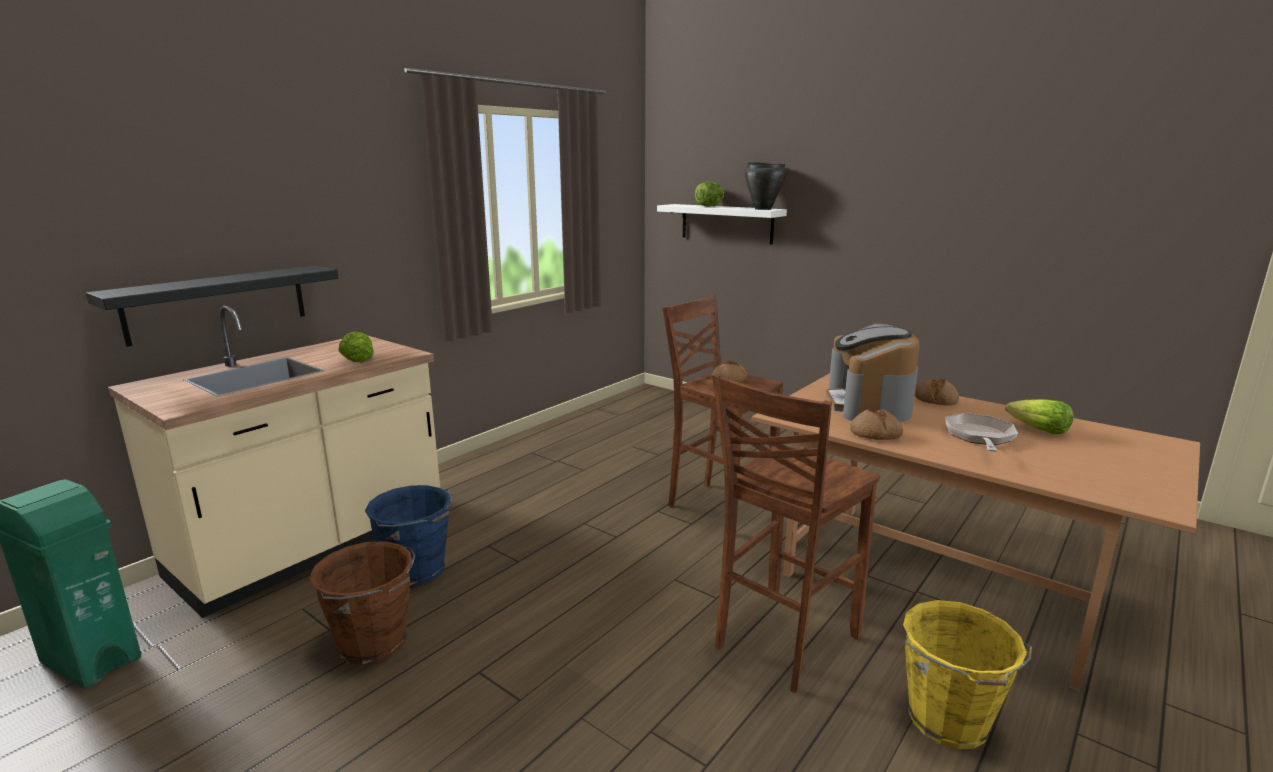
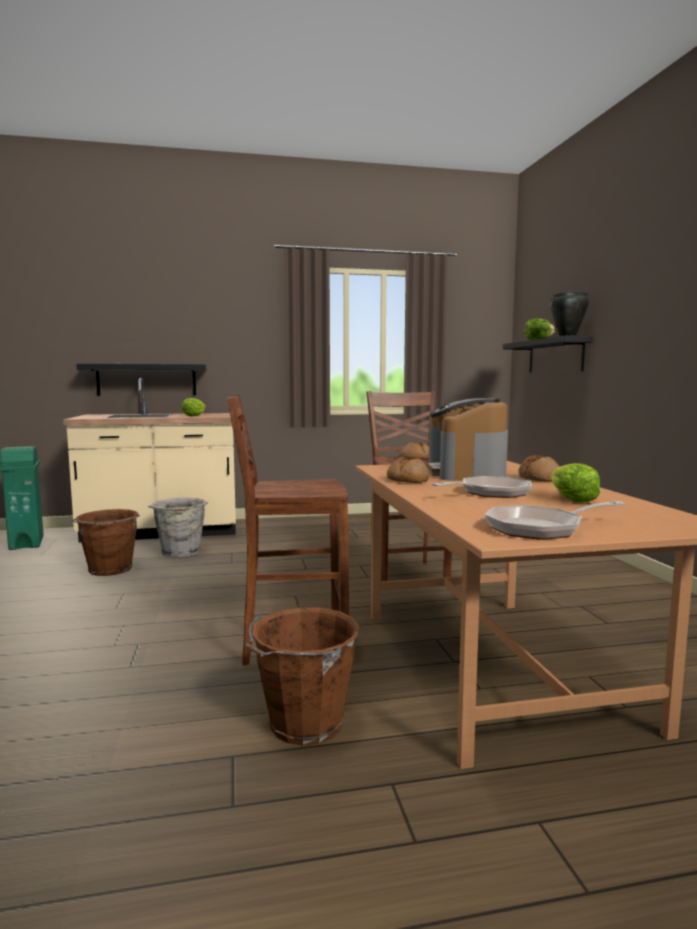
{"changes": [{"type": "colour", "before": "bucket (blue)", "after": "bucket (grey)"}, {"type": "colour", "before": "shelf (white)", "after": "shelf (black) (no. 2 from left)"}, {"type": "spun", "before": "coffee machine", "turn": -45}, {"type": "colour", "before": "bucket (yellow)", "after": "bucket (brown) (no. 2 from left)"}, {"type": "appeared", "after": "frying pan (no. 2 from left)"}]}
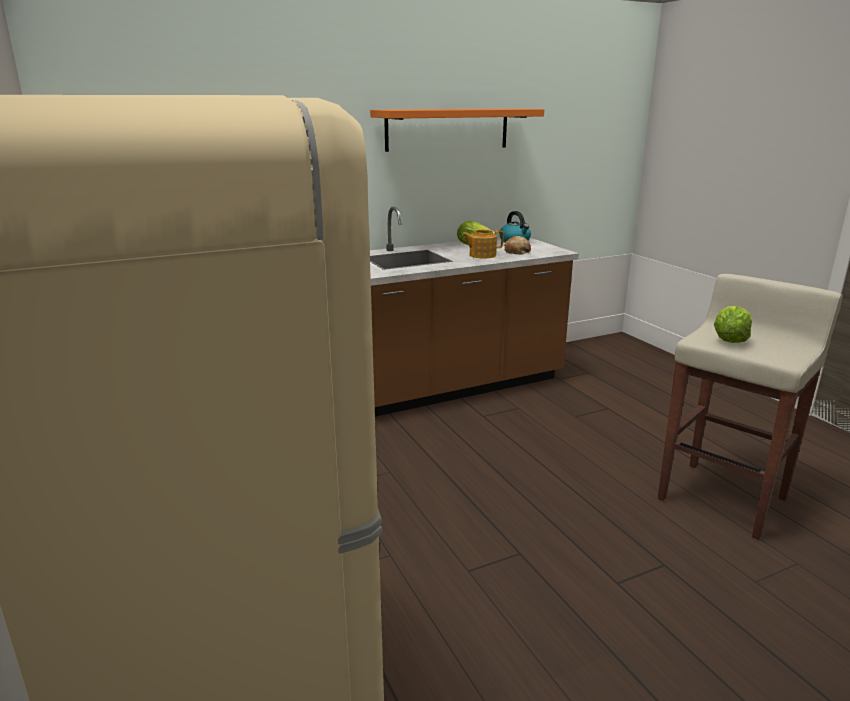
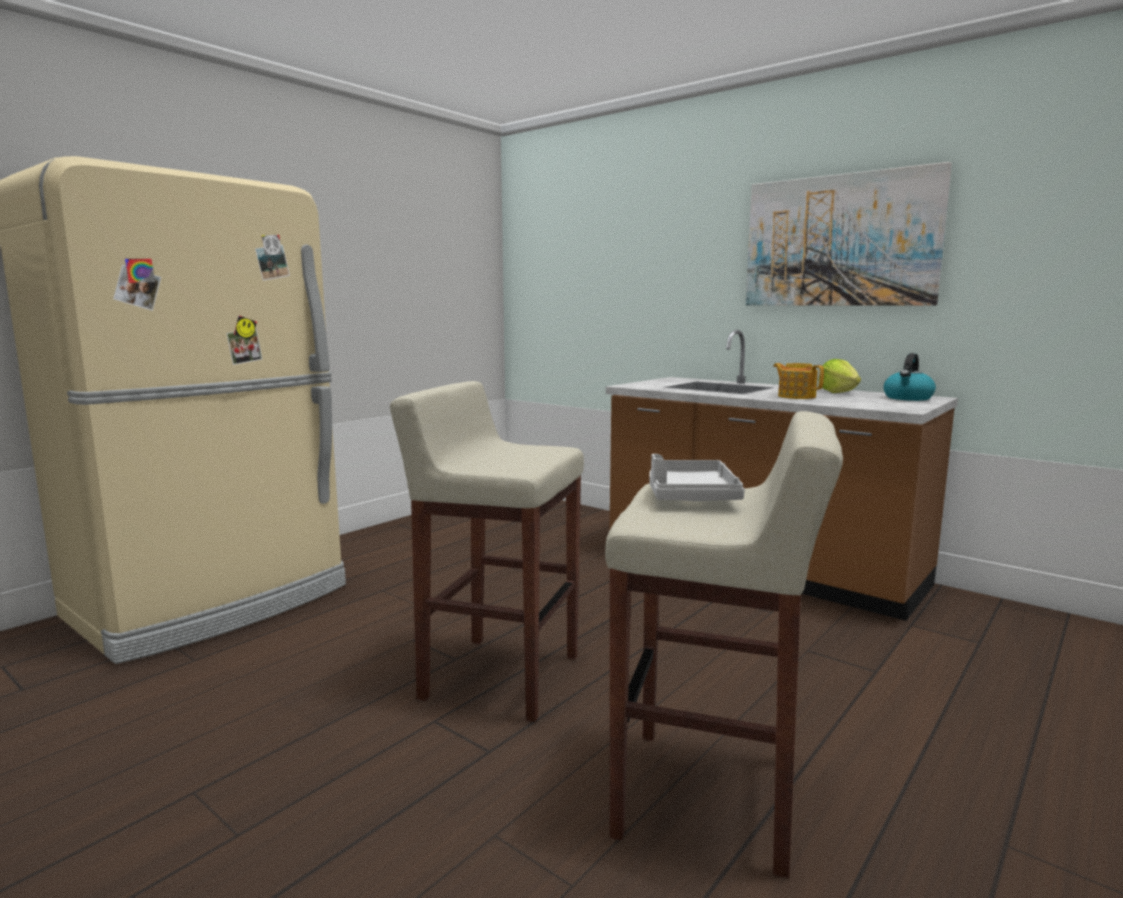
{"changes": [{"type": "exchanged", "before": "shelf (orange)", "after": "picture"}, {"type": "missing", "before": "bread"}, {"type": "exchanged", "before": "lettuce (no. 2 from left)", "after": "tray (grey)"}, {"type": "appeared", "after": "stool (beige) (no. 1 from left)"}]}
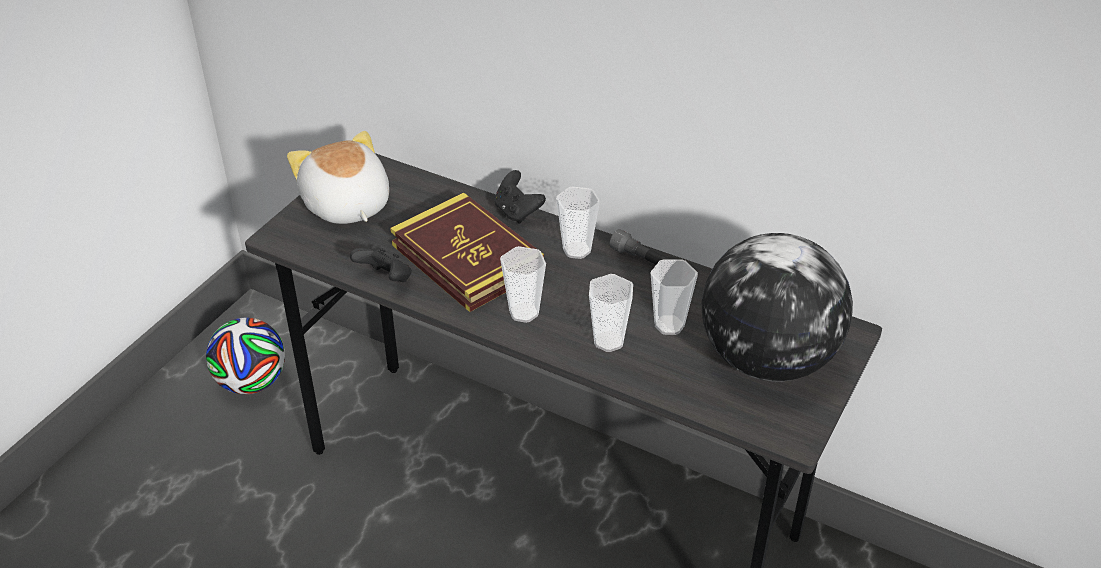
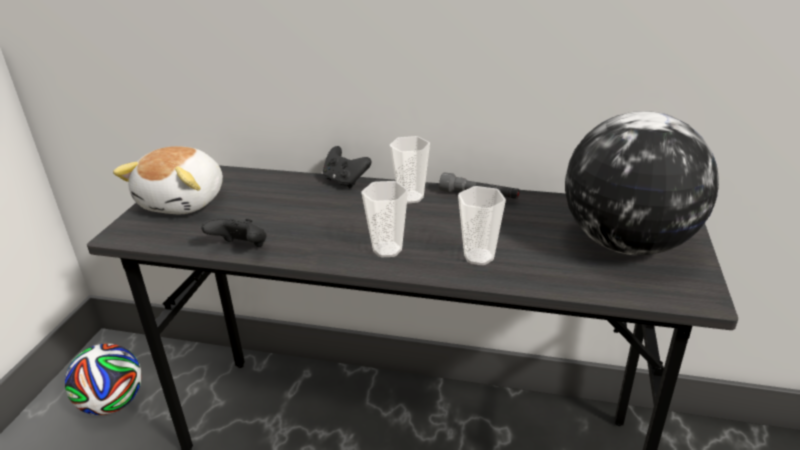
{"changes": [{"type": "spun", "before": "plush toy", "turn": -120}, {"type": "missing", "before": "book"}, {"type": "missing", "before": "cup (no. 4 from left)"}]}
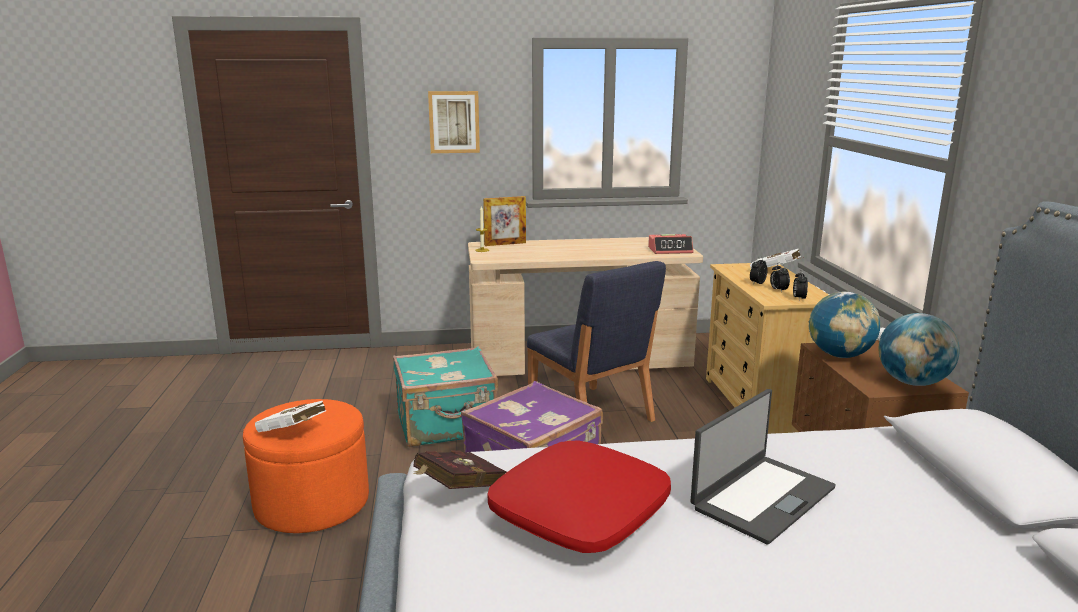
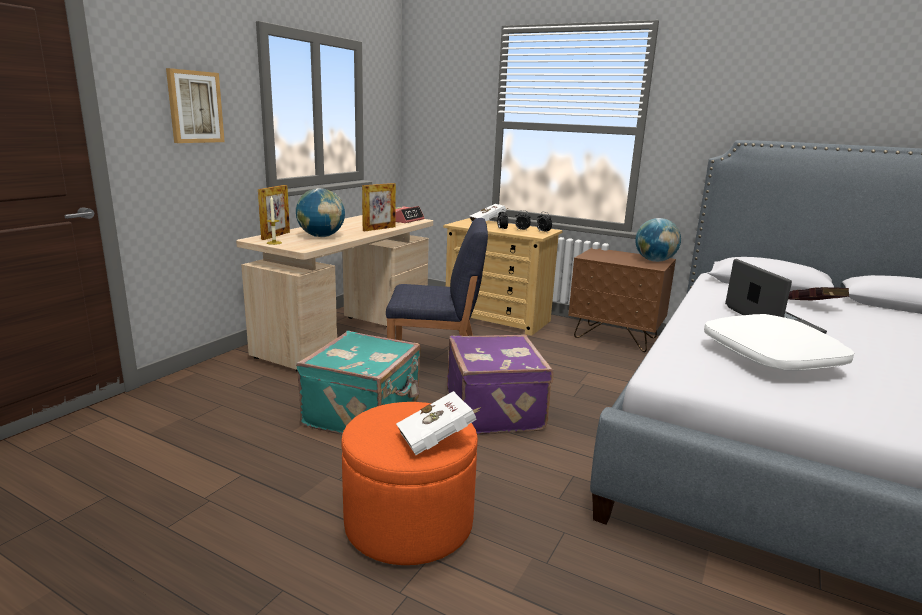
{"changes": [{"type": "relocated", "before": "book (red)"}, {"type": "colour", "before": "pillow (red)", "after": "pillow (white)"}, {"type": "relocated", "before": "globe (no. 1 from left)"}, {"type": "appeared", "after": "picture frame (no. 2 from left)"}]}
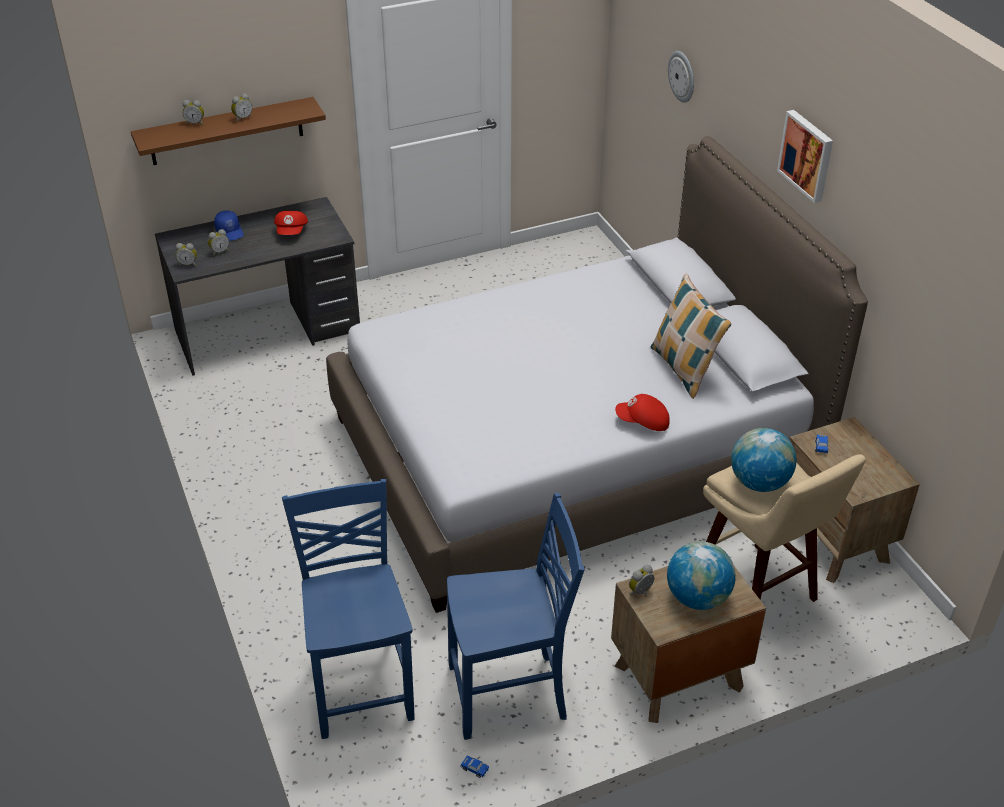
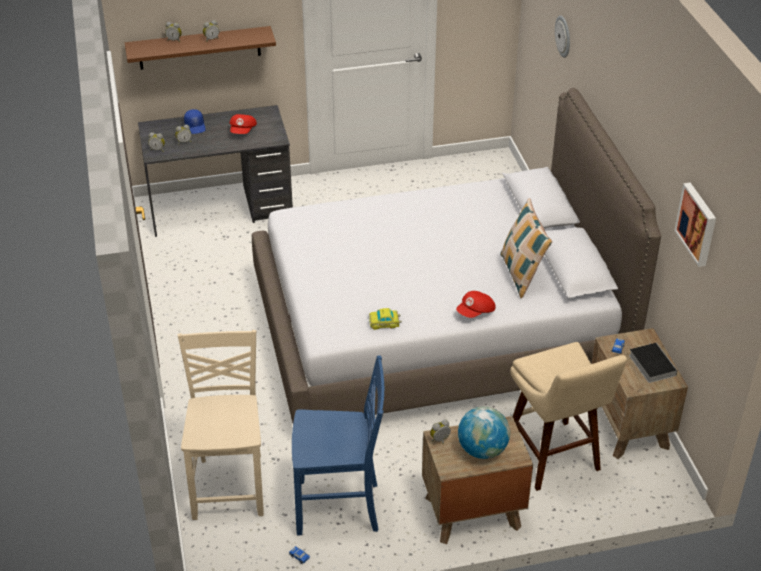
{"changes": [{"type": "colour", "before": "chair (blue) (no. 1 from left)", "after": "chair (beige)"}, {"type": "spun", "before": "cap (red) (no. 2 from left)", "turn": -60}, {"type": "missing", "before": "globe (no. 2 from left)"}, {"type": "relocated", "before": "picture"}, {"type": "appeared", "after": "toy car (no. 2 from left)"}, {"type": "appeared", "after": "book"}]}
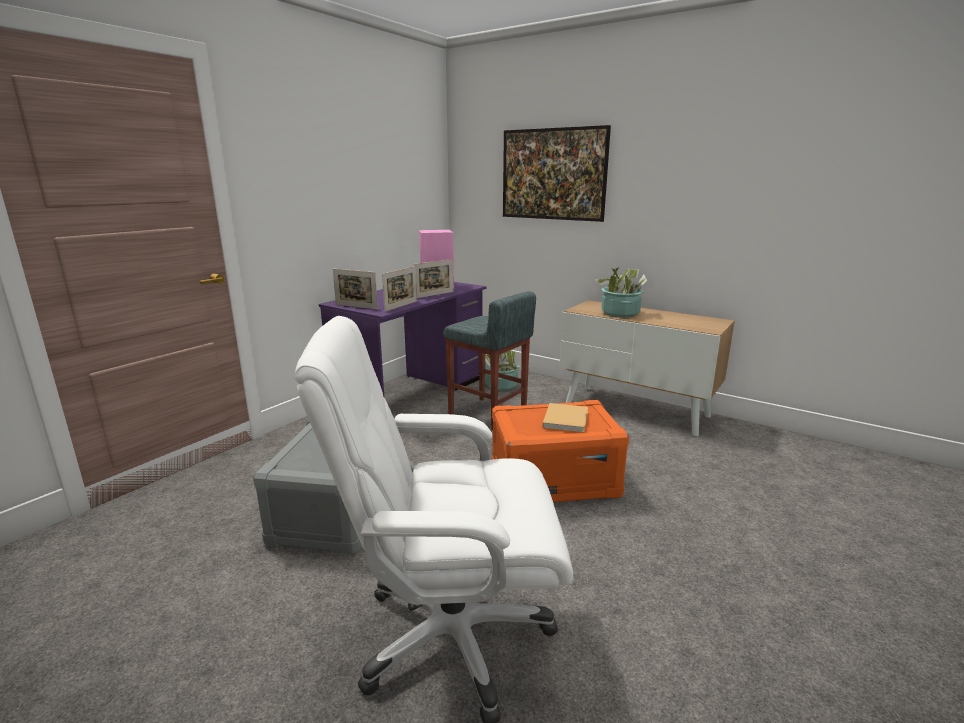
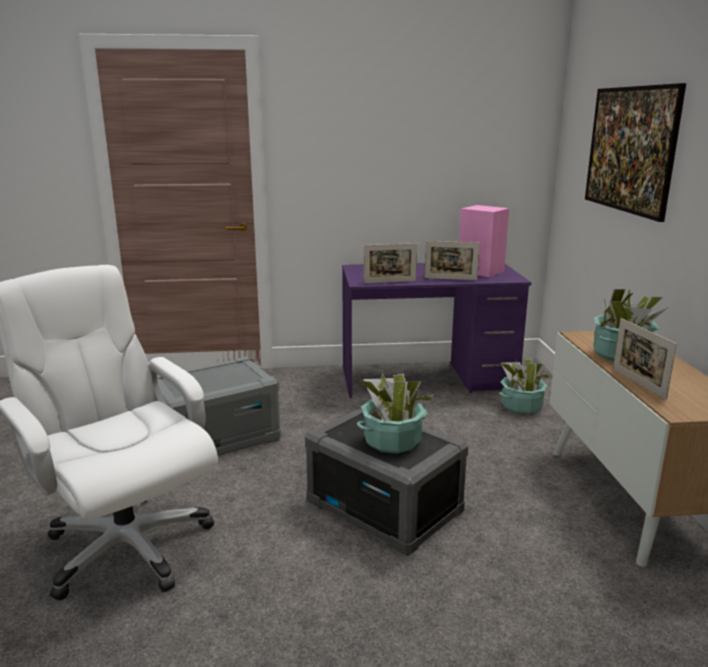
{"changes": [{"type": "relocated", "before": "picture frame (no. 1 from left in the first image)", "after": "picture frame (no. 3 from left)"}, {"type": "missing", "before": "stool (grey)"}, {"type": "colour", "before": "storage box (orange)", "after": "storage box (grey) (no. 2 from left)"}, {"type": "exchanged", "before": "book (beige)", "after": "potted plant (no. 1 from left)"}]}
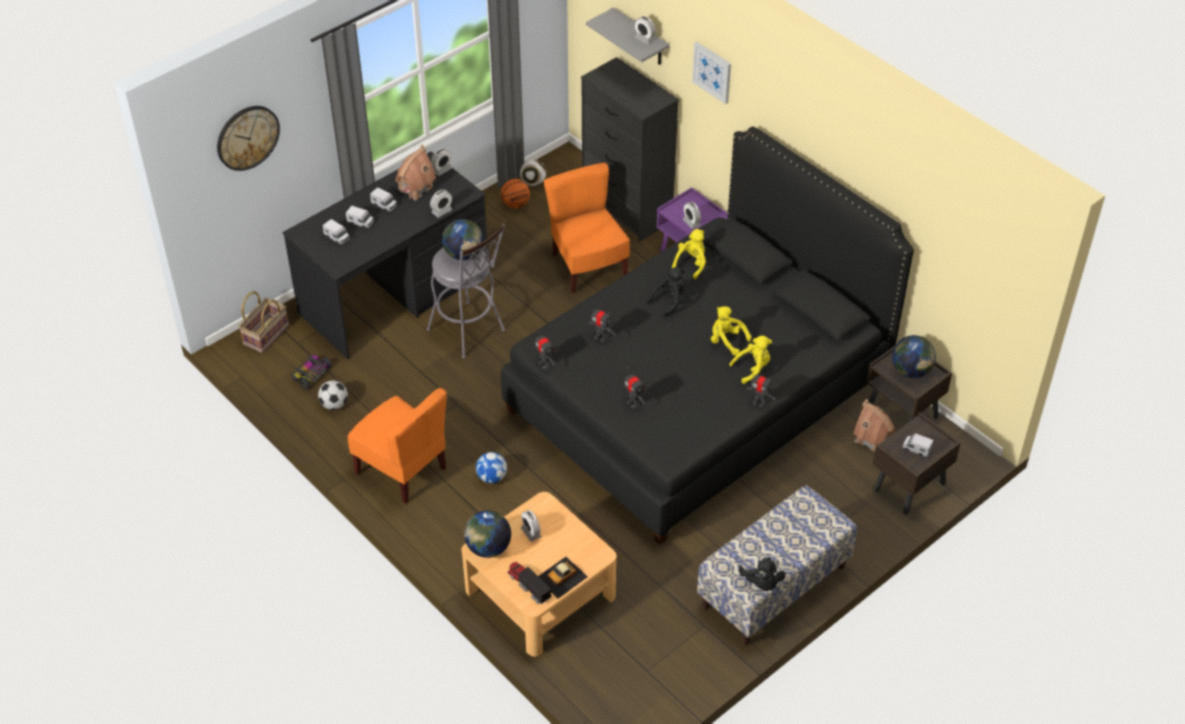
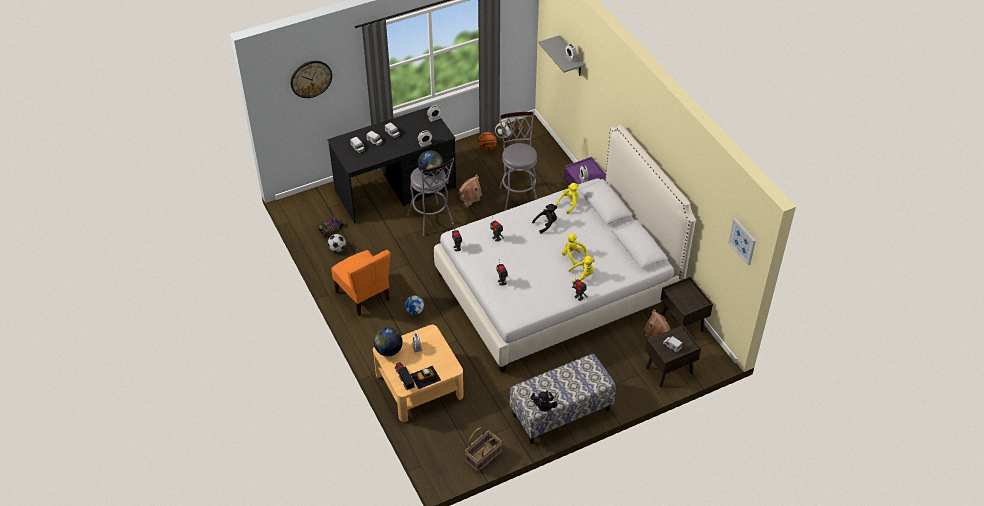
{"changes": [{"type": "relocated", "before": "basket"}, {"type": "relocated", "before": "toy house (no. 1 from left)"}, {"type": "colour", "before": "bed (black)", "after": "bed (white)"}, {"type": "exchanged", "before": "chair (orange) (no. 2 from left)", "after": "stool (grey) (no. 2 from left)"}, {"type": "missing", "before": "dresser (black)"}, {"type": "relocated", "before": "picture"}, {"type": "missing", "before": "globe (no. 3 from left)"}]}
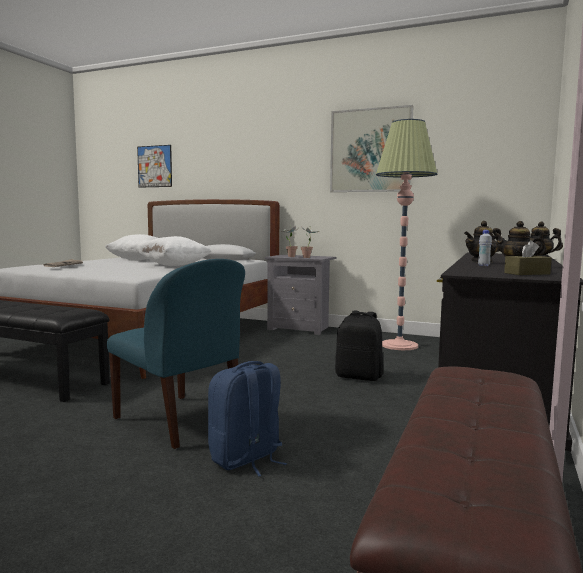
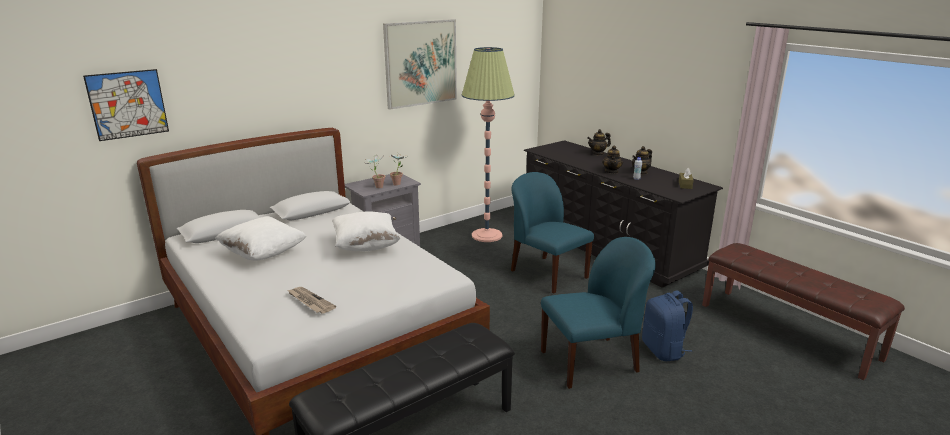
{"changes": [{"type": "exchanged", "before": "backpack (black)", "after": "chair (blue) (no. 1 from left)"}]}
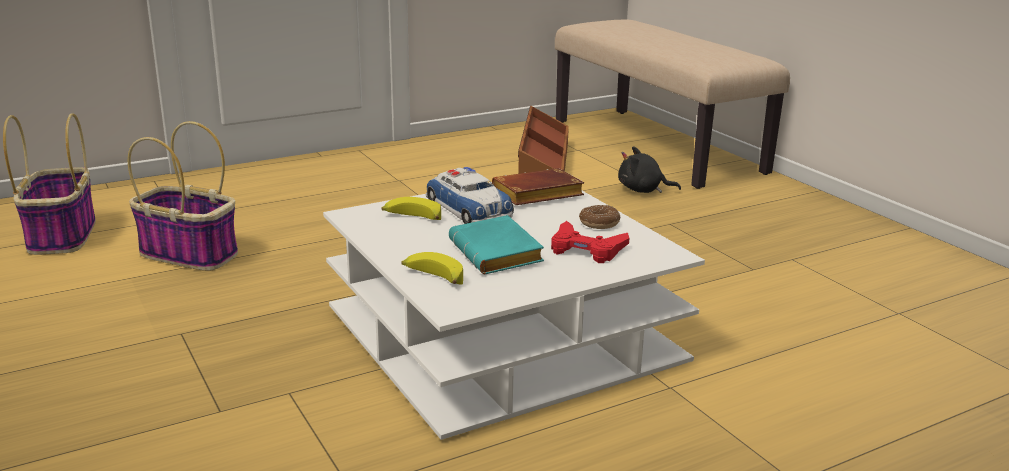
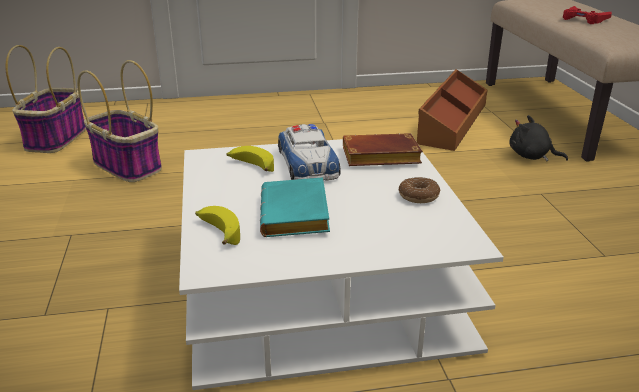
{"changes": [{"type": "relocated", "before": "game controller (red)"}]}
